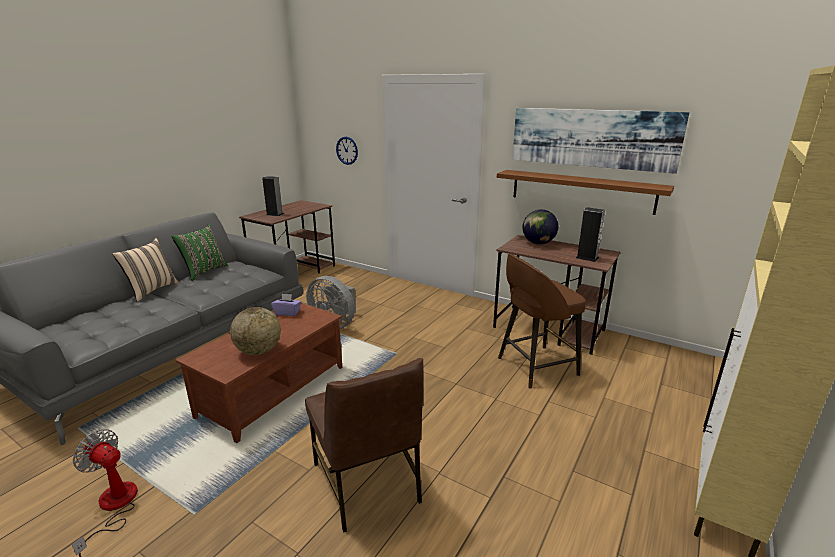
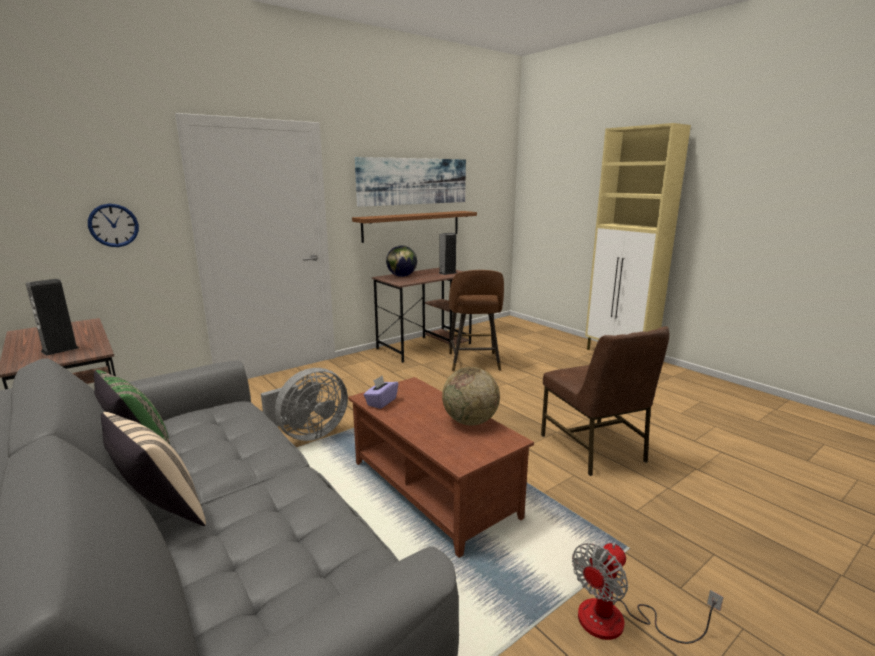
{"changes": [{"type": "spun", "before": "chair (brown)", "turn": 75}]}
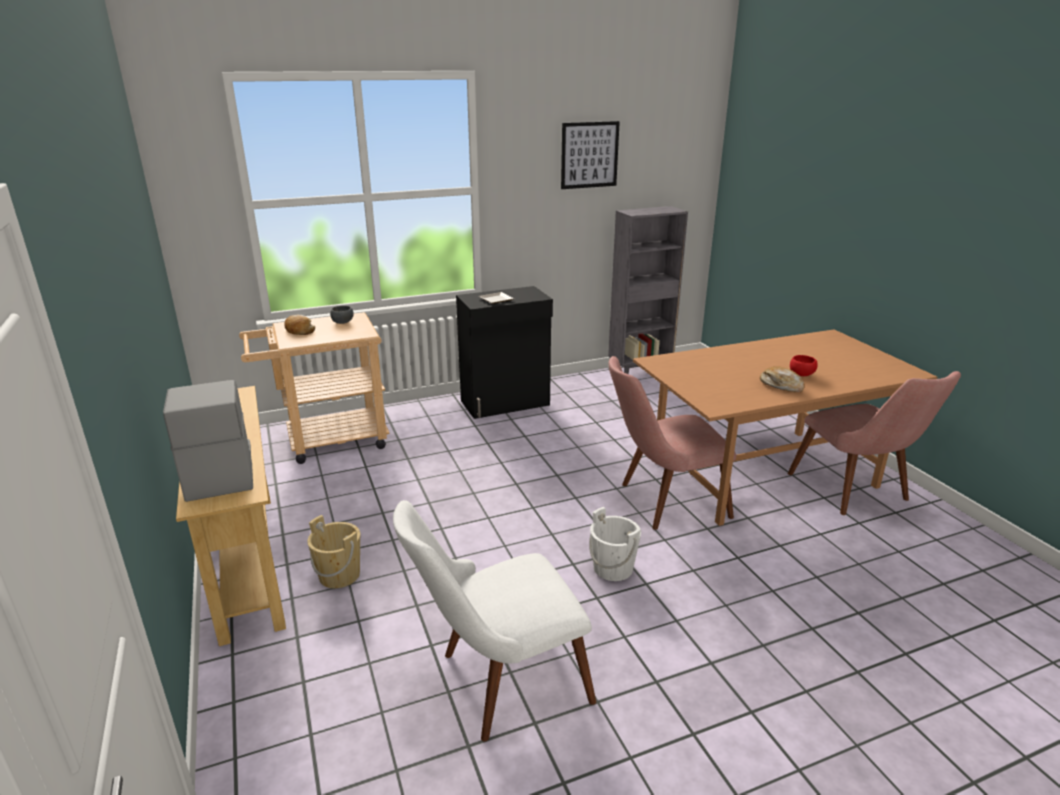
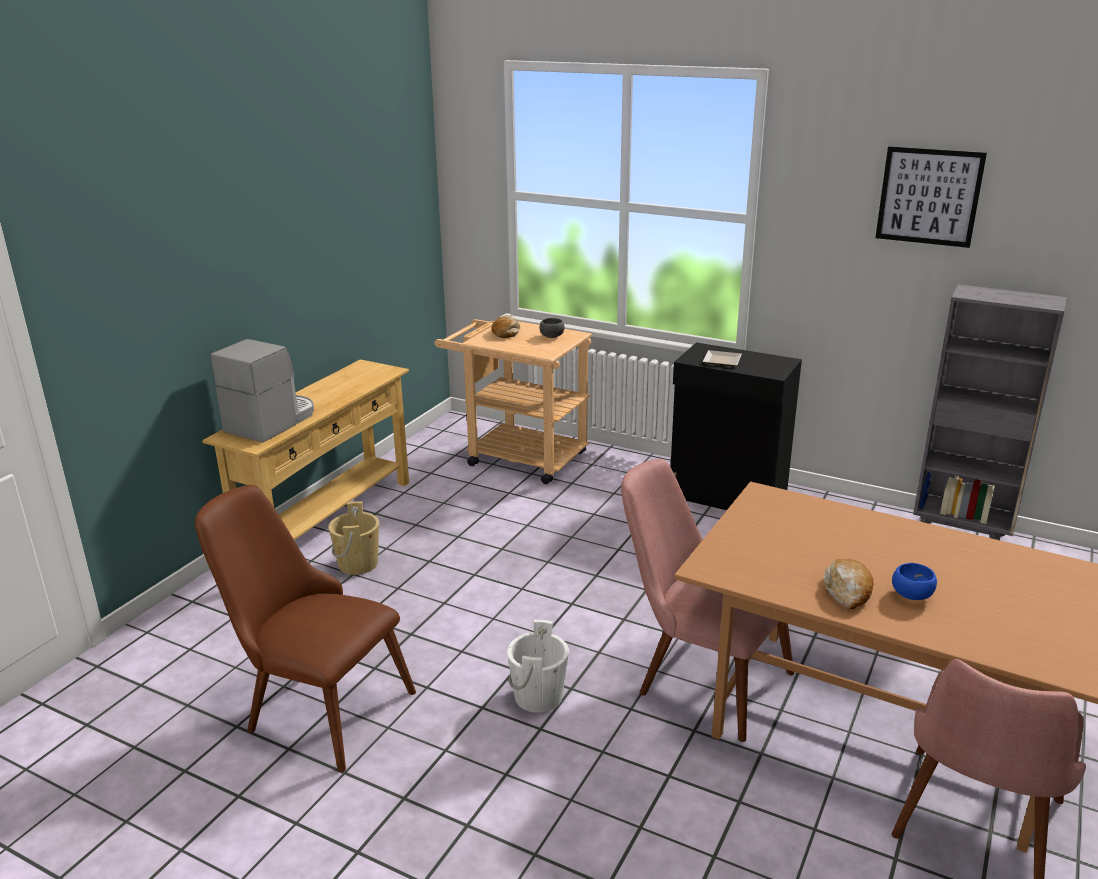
{"changes": [{"type": "colour", "before": "chair (white)", "after": "chair (brown)"}, {"type": "colour", "before": "bowl (red)", "after": "bowl (blue)"}]}
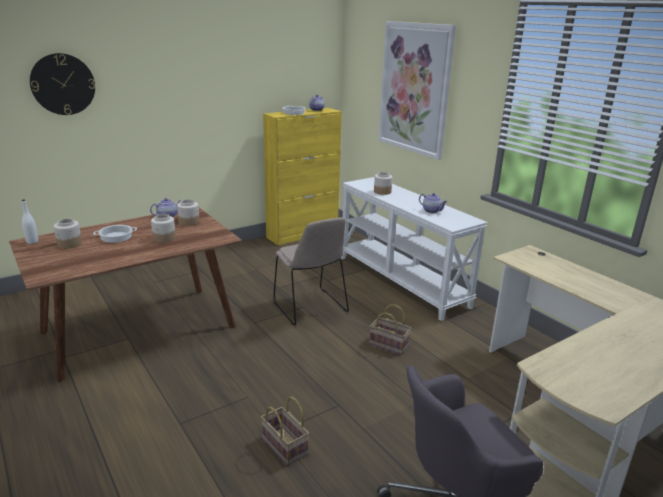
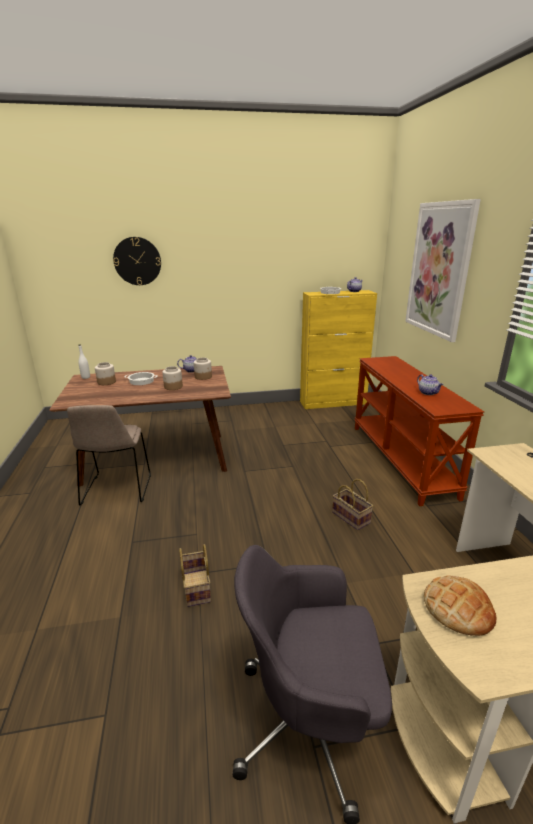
{"changes": [{"type": "relocated", "before": "chair (beige)"}, {"type": "colour", "before": "console table (white)", "after": "console table (brown)"}, {"type": "missing", "before": "jar (no. 4 from left)"}, {"type": "appeared", "after": "bread"}]}
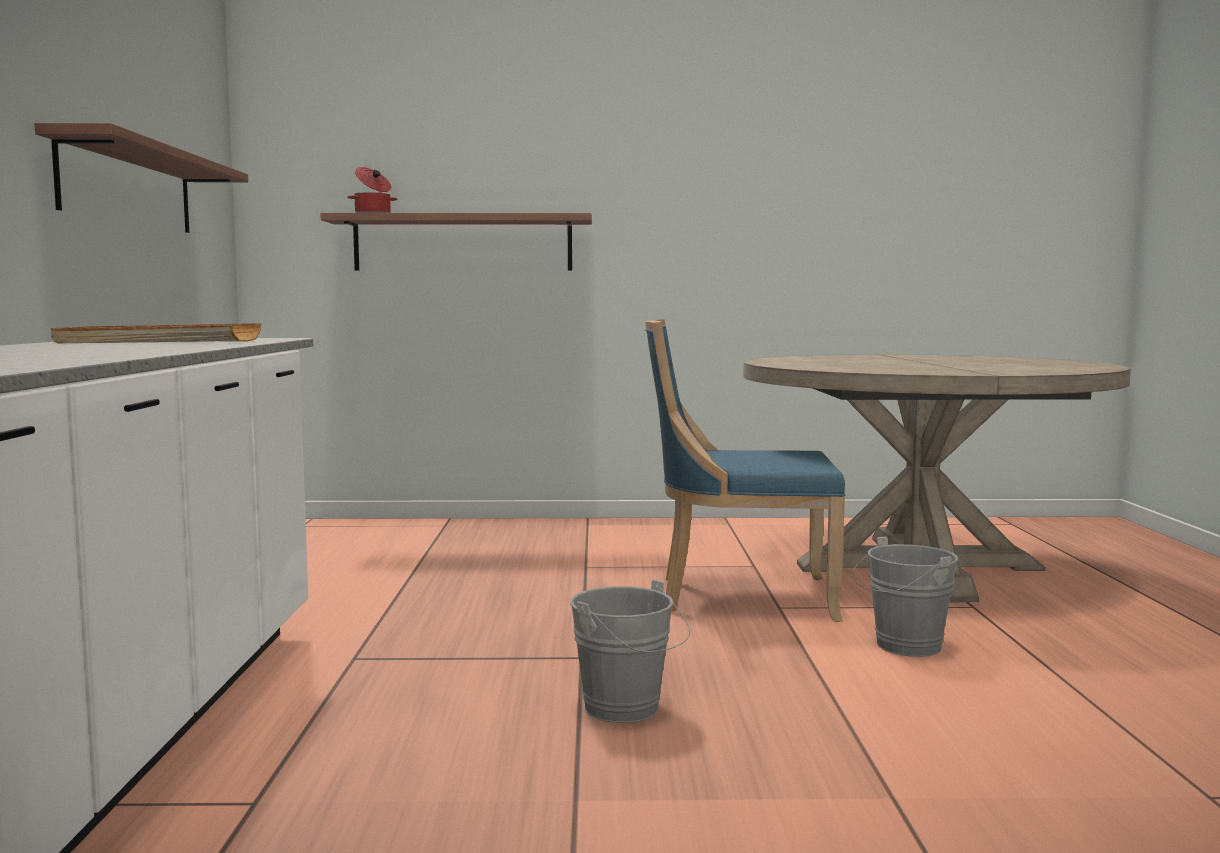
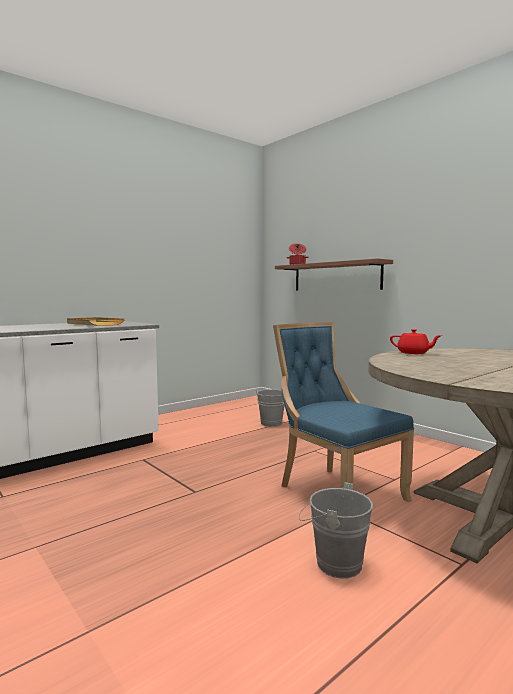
{"changes": [{"type": "missing", "before": "shelf (no. 1 from left)"}, {"type": "relocated", "before": "bucket (grey) (no. 1 from left)"}, {"type": "appeared", "after": "teapot (red)"}]}
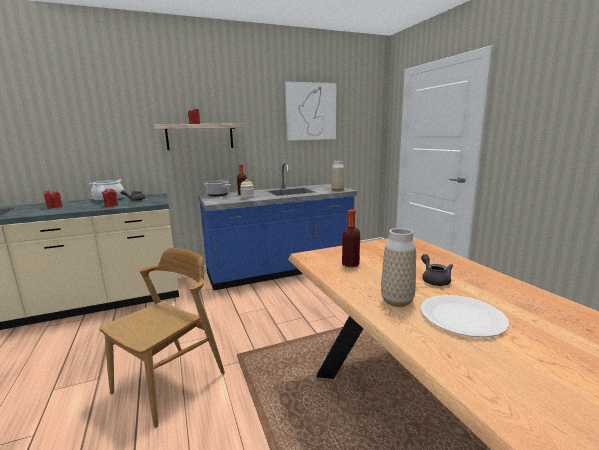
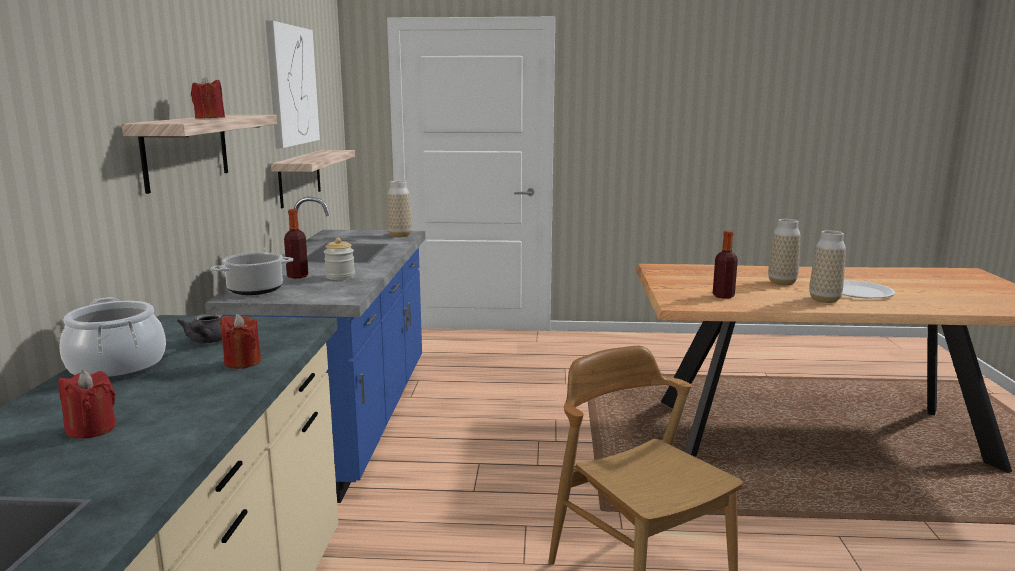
{"changes": [{"type": "exchanged", "before": "teapot (grey) (no. 2 from left)", "after": "vase (no. 2 from left)"}, {"type": "appeared", "after": "shelf (no. 2 from left)"}]}
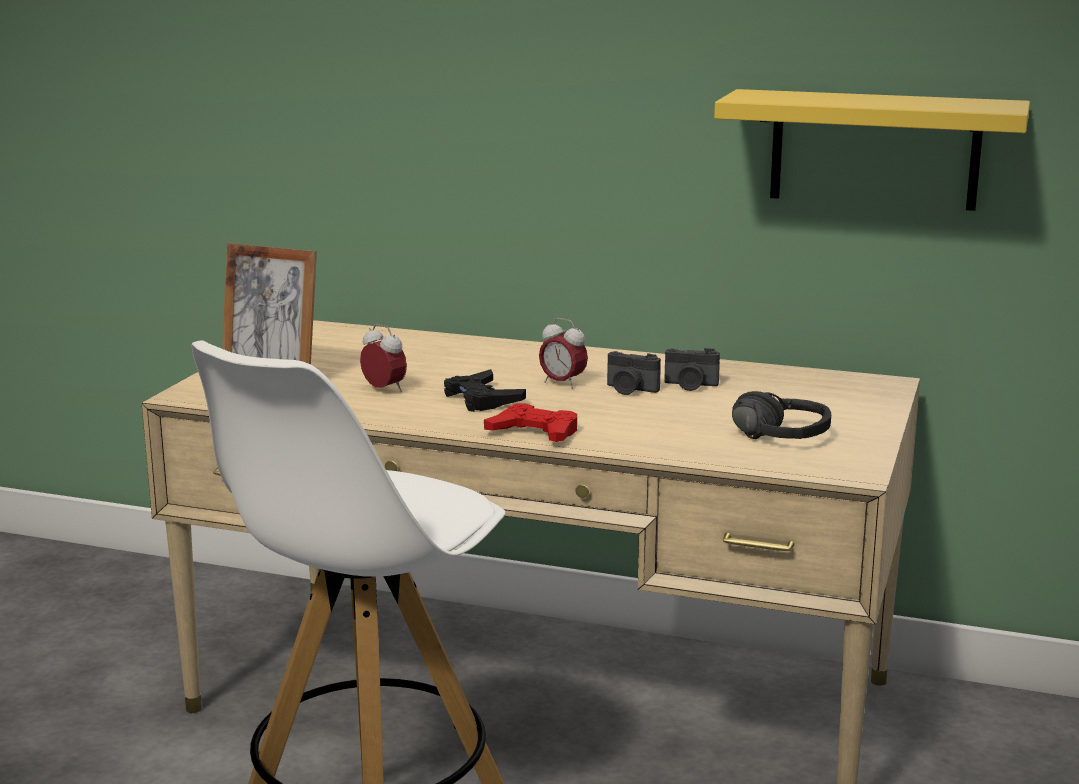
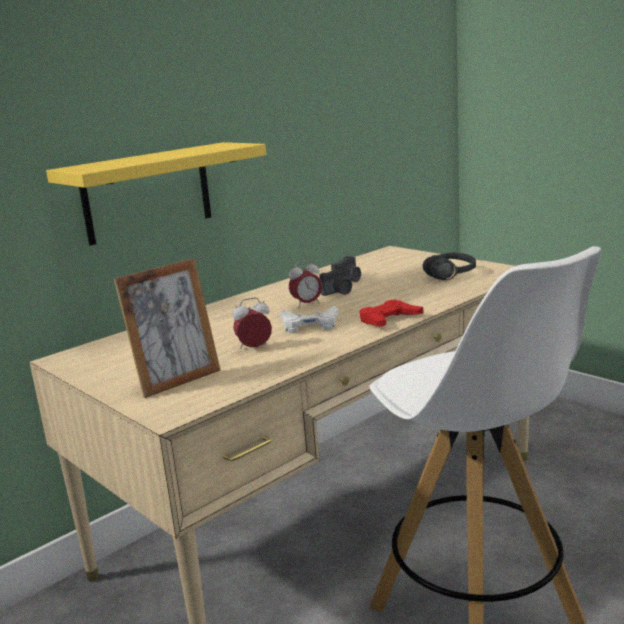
{"changes": [{"type": "colour", "before": "game controller (black)", "after": "game controller (white)"}, {"type": "relocated", "before": "shelf (yellow)"}]}
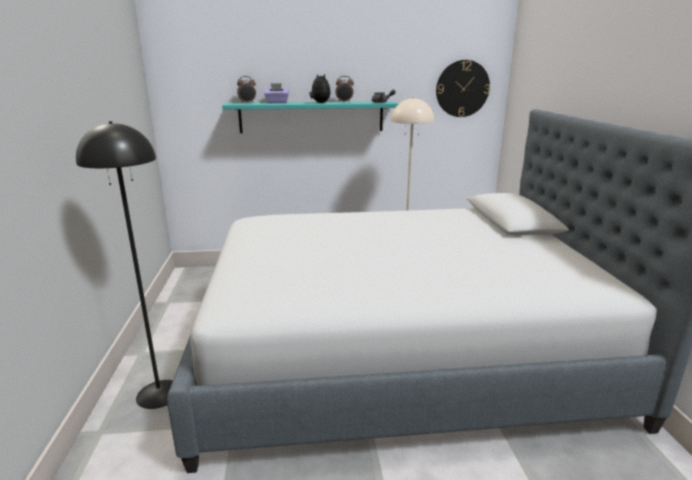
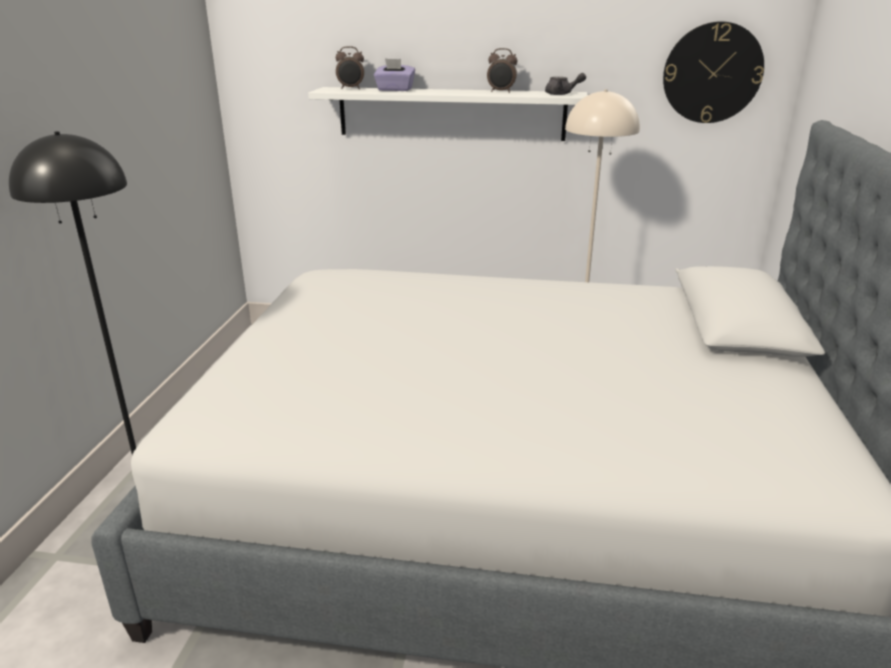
{"changes": [{"type": "colour", "before": "shelf (turquoise)", "after": "shelf (white)"}, {"type": "missing", "before": "plush toy"}]}
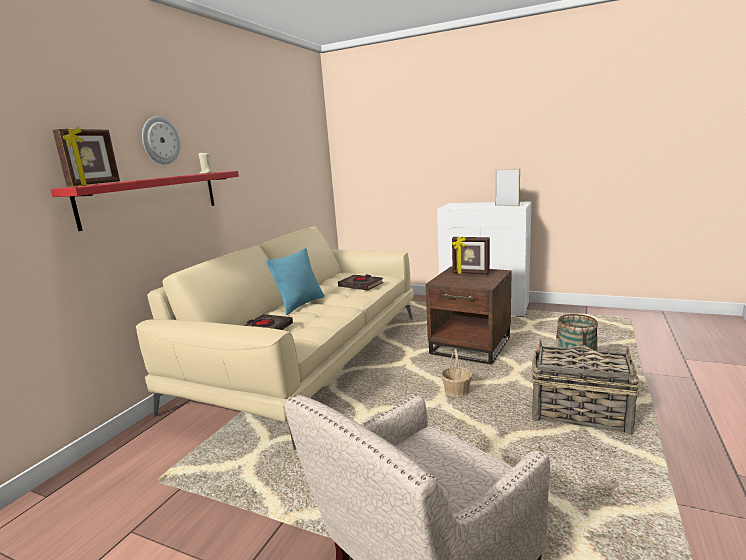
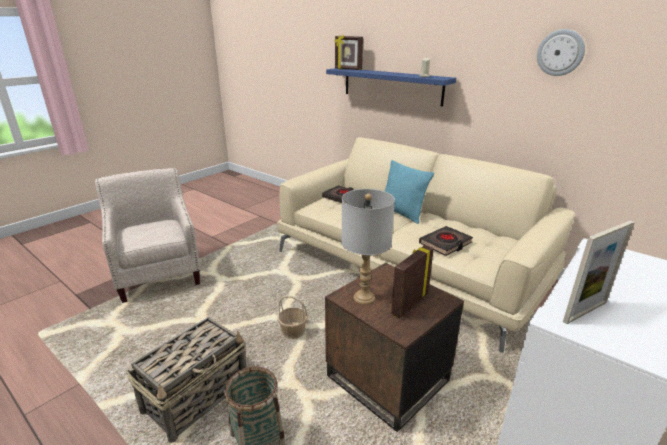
{"changes": [{"type": "colour", "before": "shelf (red)", "after": "shelf (blue)"}, {"type": "relocated", "before": "wall clock"}, {"type": "appeared", "after": "table lamp (grey)"}]}
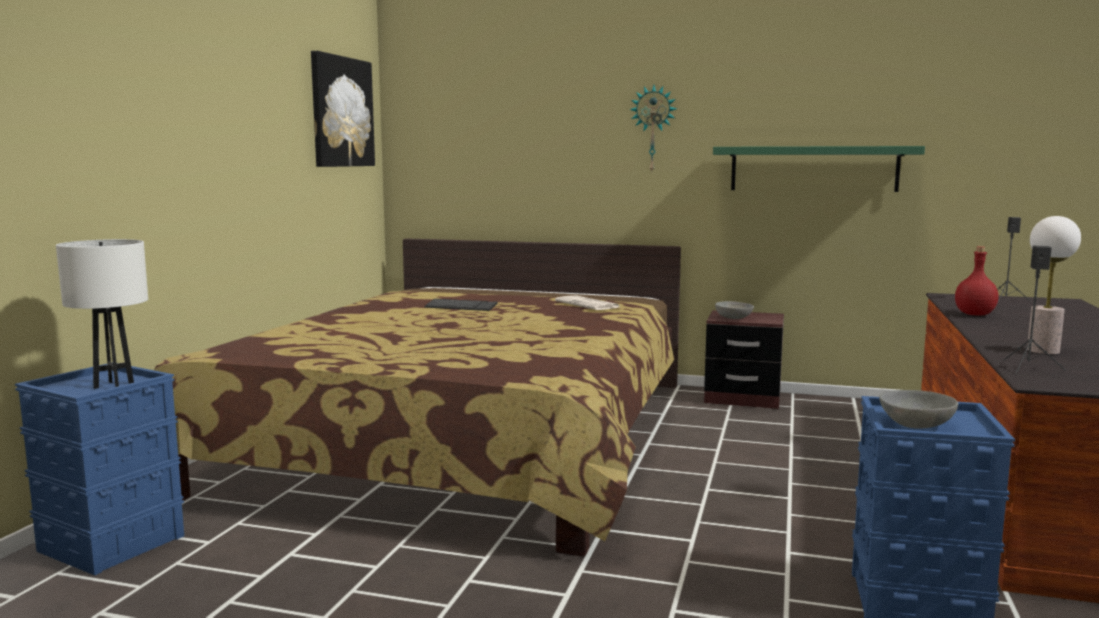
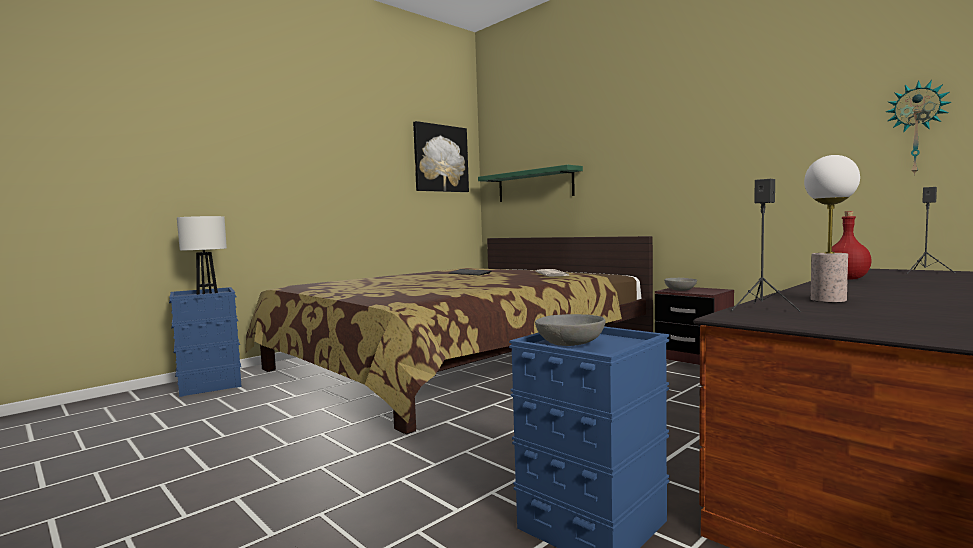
{"changes": [{"type": "relocated", "before": "wall clock"}, {"type": "relocated", "before": "shelf (green)"}]}
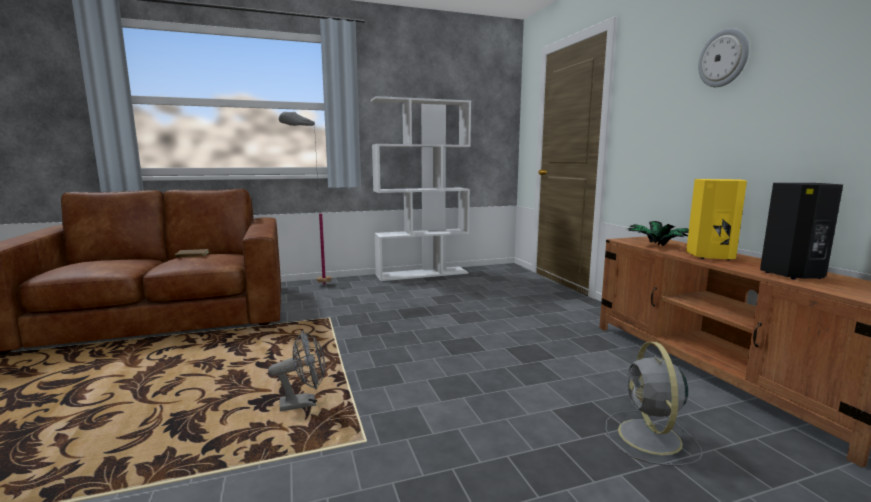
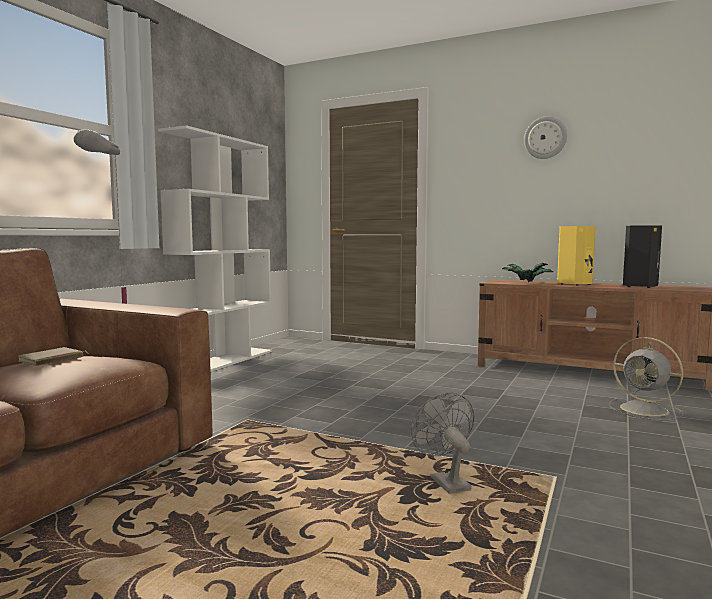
{"changes": [{"type": "spun", "before": "fan (grey) (no. 1 from left)", "turn": -45}]}
